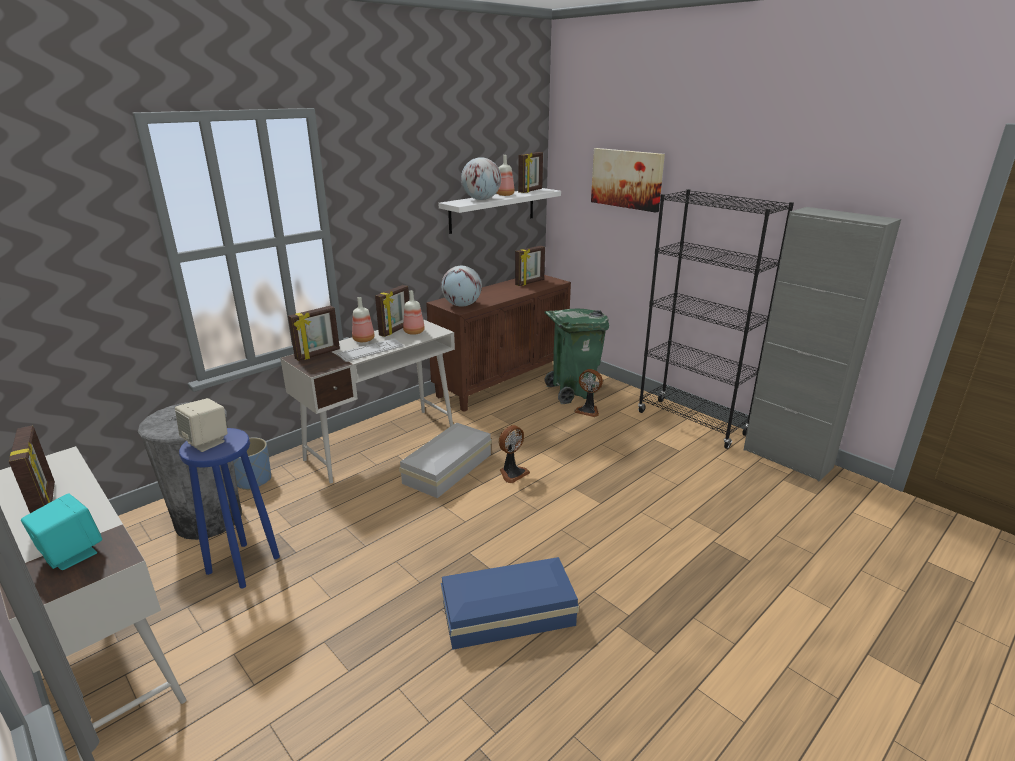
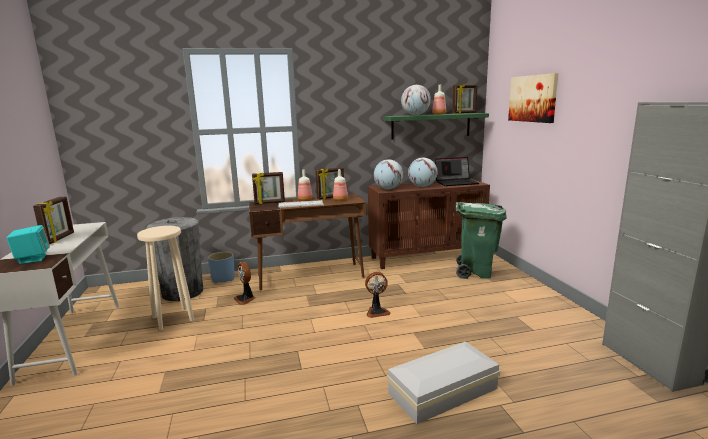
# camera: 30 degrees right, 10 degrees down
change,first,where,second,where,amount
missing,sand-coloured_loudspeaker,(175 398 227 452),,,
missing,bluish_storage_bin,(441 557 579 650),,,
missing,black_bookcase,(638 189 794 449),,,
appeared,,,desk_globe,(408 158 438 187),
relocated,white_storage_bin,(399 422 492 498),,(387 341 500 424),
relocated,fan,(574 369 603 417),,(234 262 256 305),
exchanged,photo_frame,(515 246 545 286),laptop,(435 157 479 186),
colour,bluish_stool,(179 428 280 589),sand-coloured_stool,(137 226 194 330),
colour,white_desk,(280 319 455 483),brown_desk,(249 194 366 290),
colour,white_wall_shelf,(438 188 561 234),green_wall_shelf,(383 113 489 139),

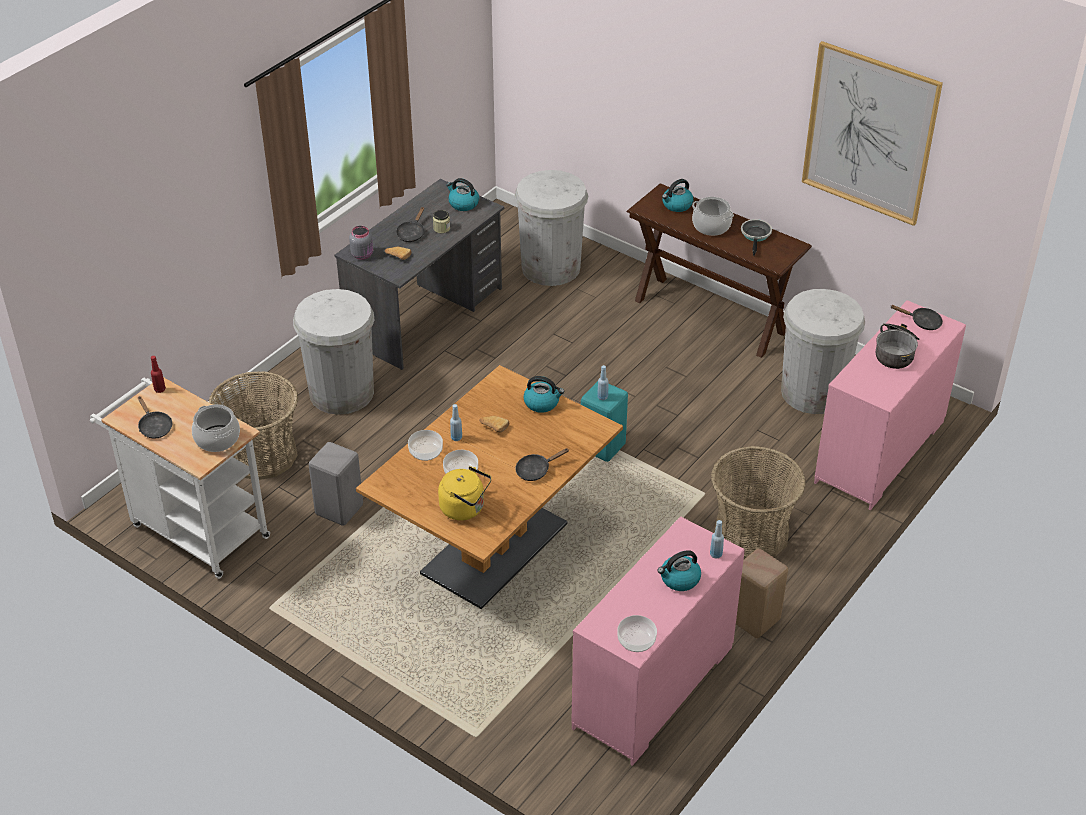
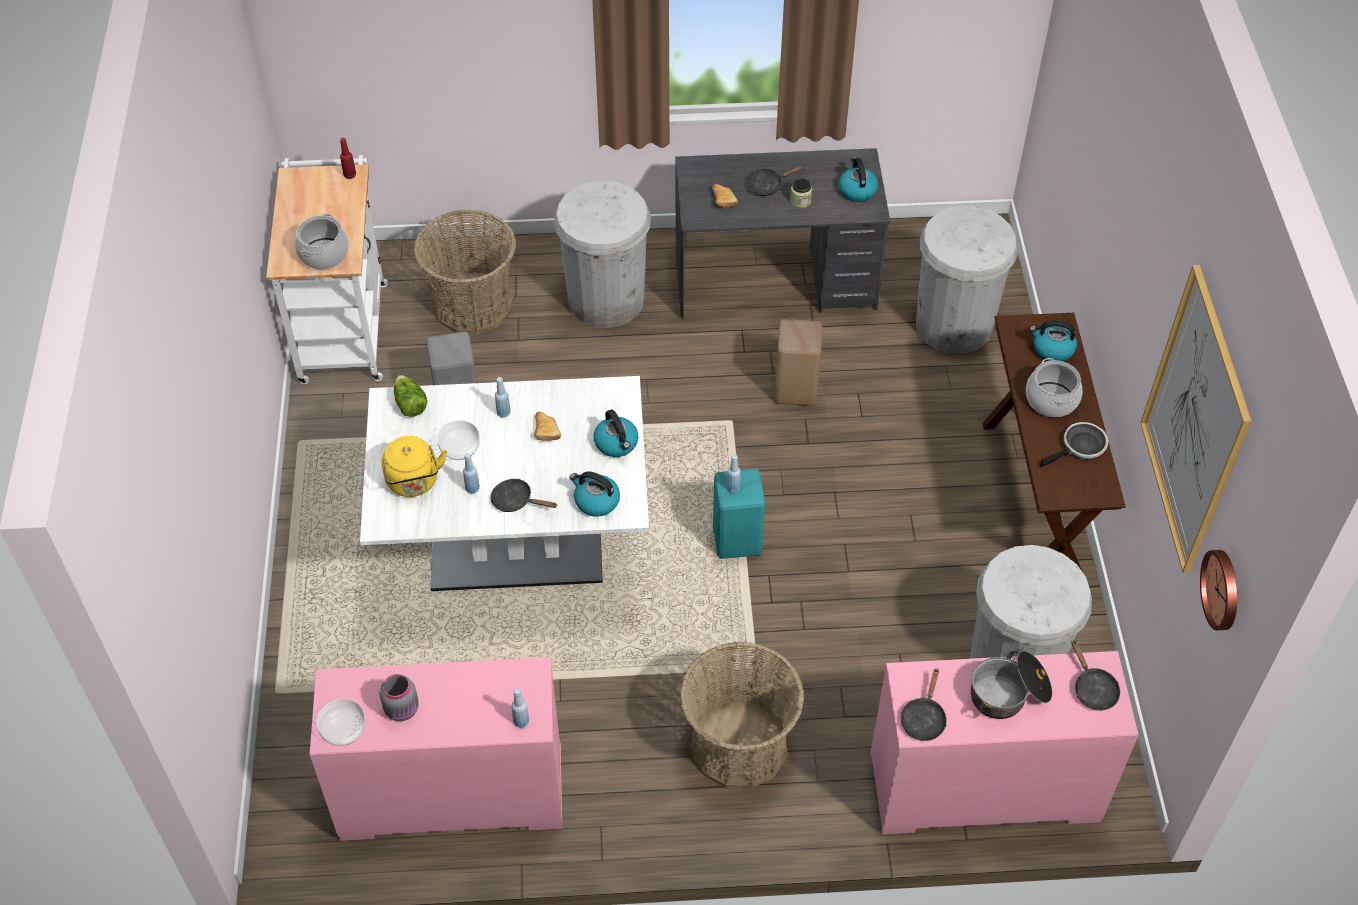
# camera: 50 degrees right, 10 degrees up
change,first,where,second,where,amount
missing,bowl,(408 430 443 461),,,
appeared,,,head_of_lettuce,(394 375 427 417),
appeared,,,bluish_beverage_bottle,(463 453 480 494),
appeared,,,wall_clock,(1200 550 1237 630),
relocated,black_pan,(138 396 172 439),,(901 668 947 741),
relocated,greyish_preserve_jar,(349 226 373 260),,(379 674 419 721),
relocated,tea_kettle,(657 550 701 591),,(569 471 620 517),
relocated,sand-coloured_stool,(736 548 788 638),,(774 319 822 406),
colour,brown_kitchen_table,(356 365 623 609),white_kitchen_table,(360 376 649 591),

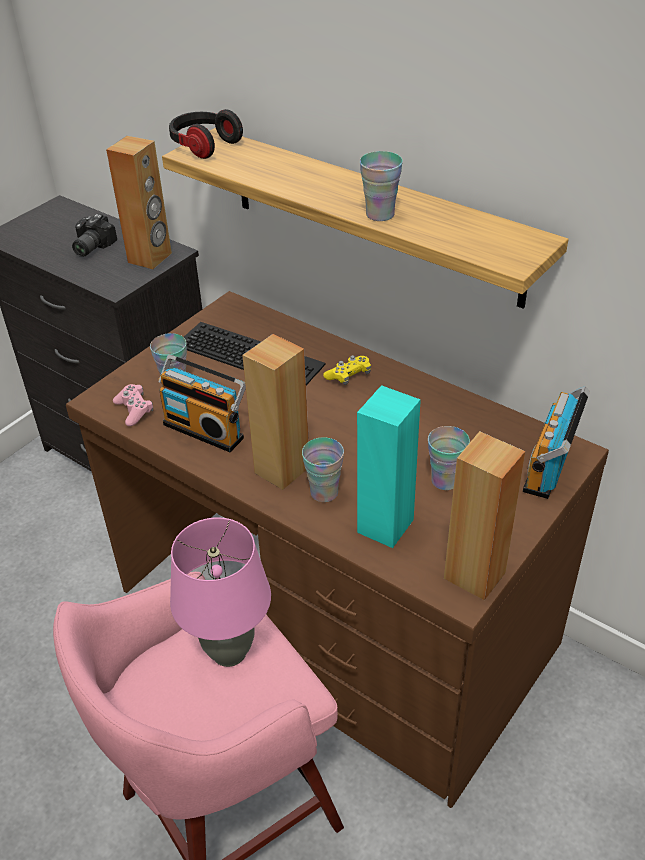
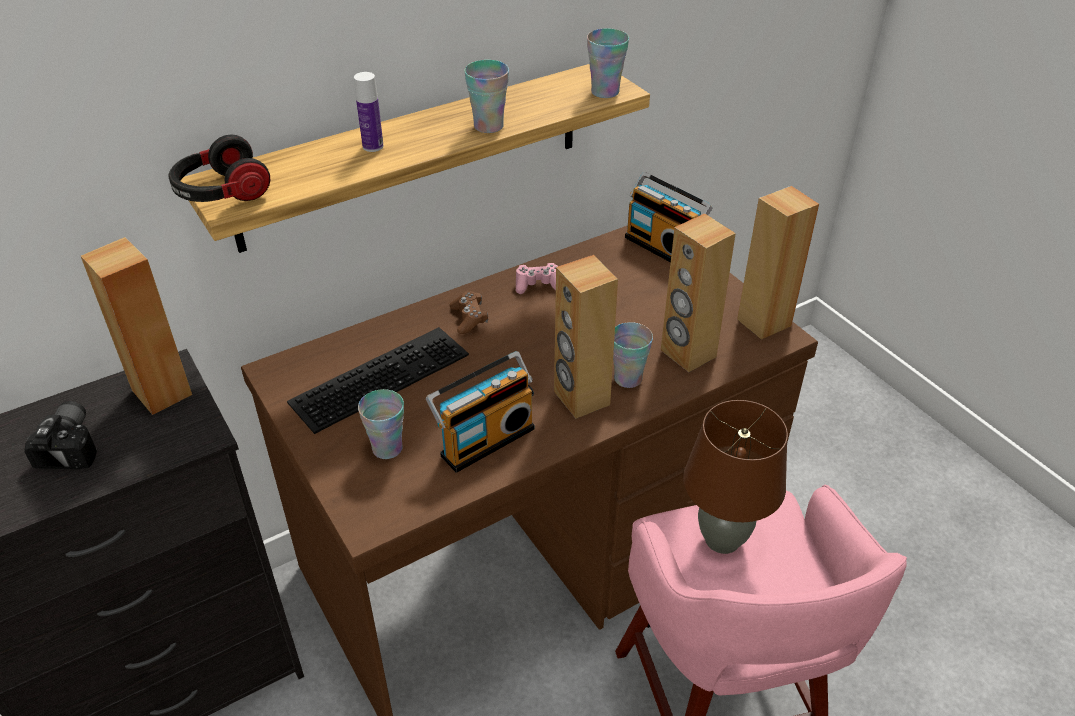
# camera: 70 degrees left, 0 degrees up
change,first,where,second,where,amount
appeared,,,beverage_bottle,(354 72 384 152),
relocated,pink-coloured_joypad,(113 384 153 426),,(516 263 558 294),
relocated,small_cup,(428 426 470 490),,(587 28 629 98),
colour,pink-coloured_table_lamp,(170 517 271 667),brown_table_lamp,(683 400 788 554),
colour,yellowish_joypad,(323 355 371 385),brown_joypad,(450 291 488 334),
colour,blue-green_loudspeaker,(357 385 421 548),brown_loudspeaker,(661 213 736 372),
spun,still_camera,(72 214 117 257),,(24 401 97 469),135 degrees counterclockwise

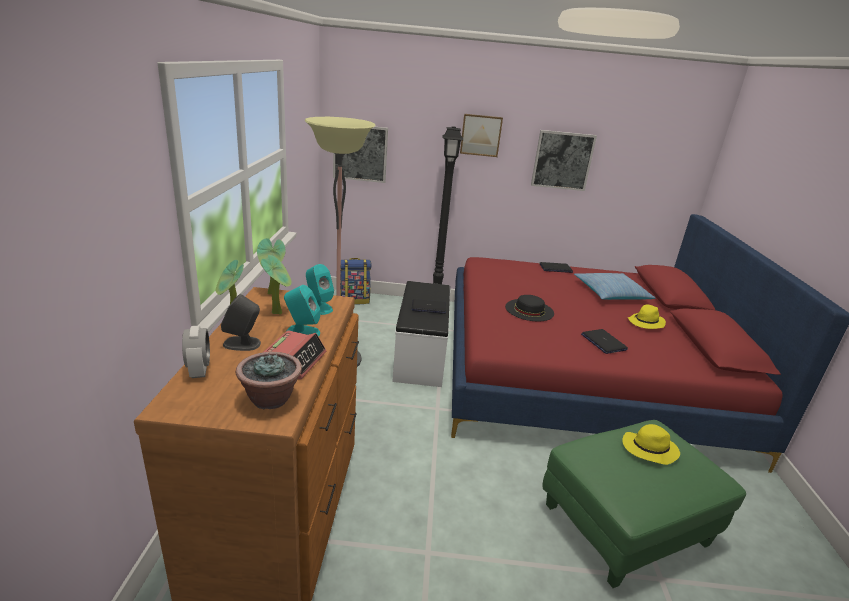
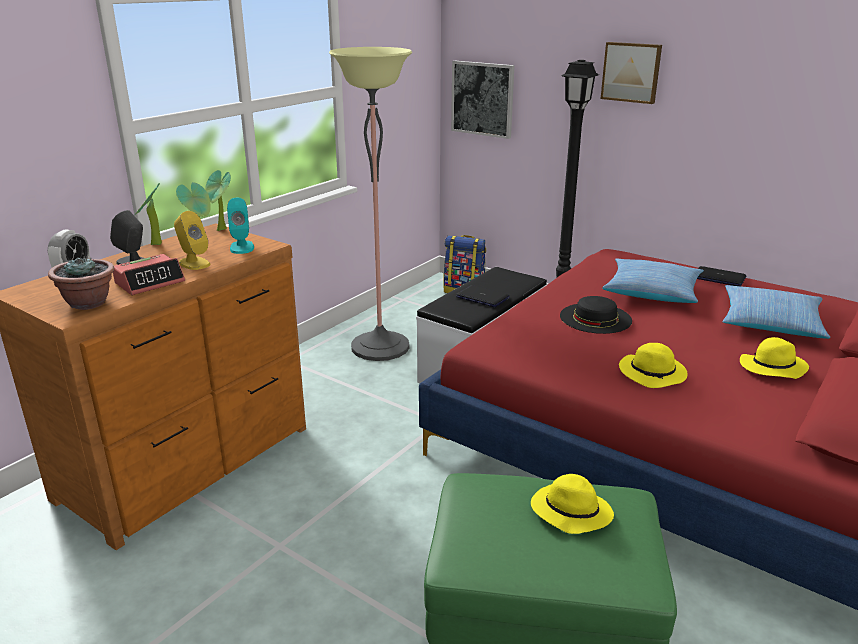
# camera: 35 degrees right, 0 degrees up
change,first,where,second,where,amount
missing,wall_picture,(531 130 597 191),,,
appeared,,,pillow,(602 258 704 303),
exchanged,laptop,(581 329 628 354),yellowish_wearable_hat,(619 343 688 388),
colour,blue-green_loudspeaker,(284 285 320 336),yellowish_loudspeaker,(174 211 210 270),

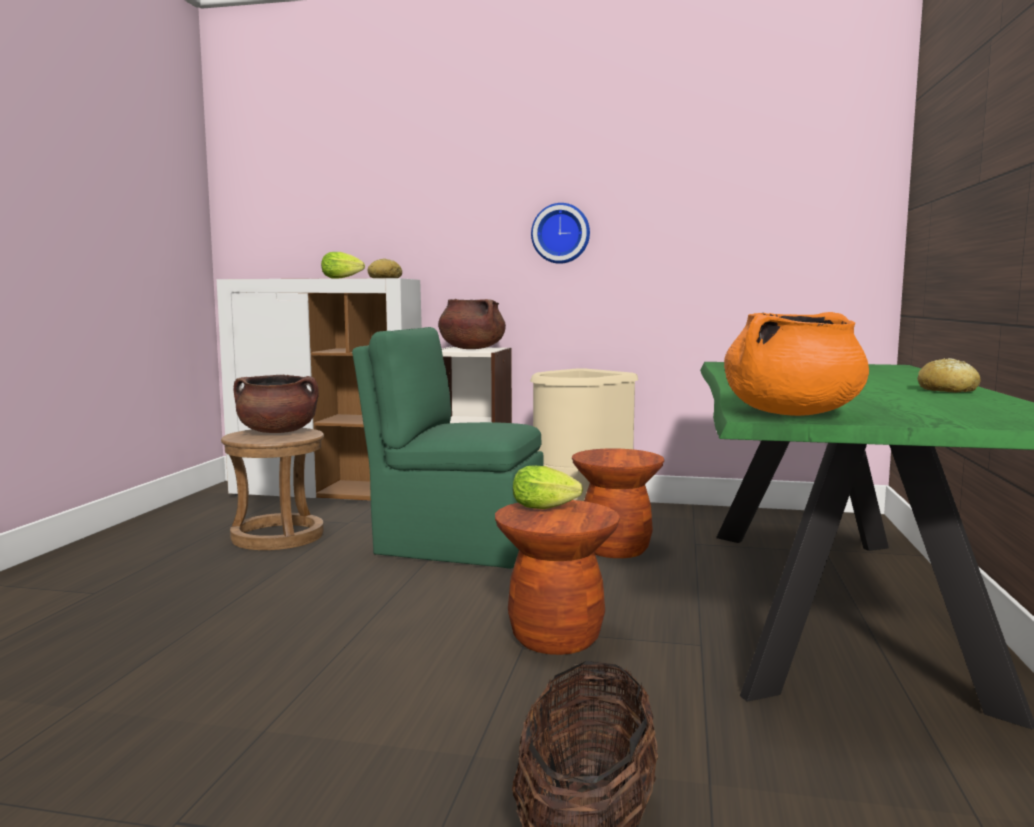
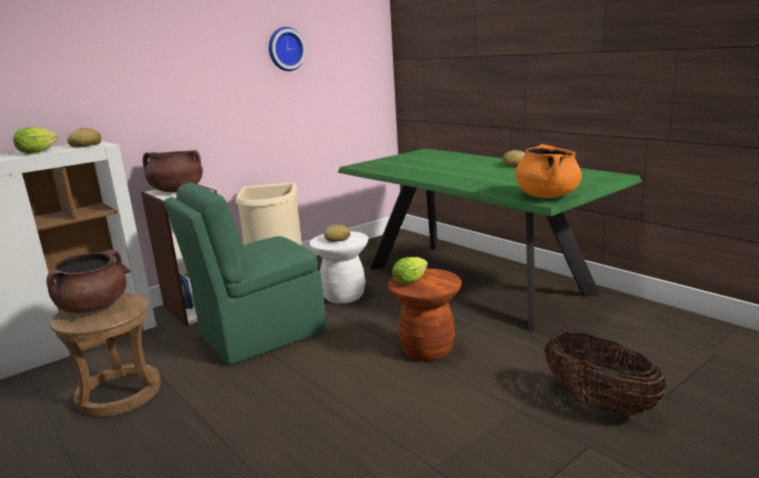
# camera: 50 degrees left, 10 degrees up
change,first,where,second,where,amount
appeared,,,bread,(324 225 351 242),
relocated,wall_clock,(531 203 590 264),,(269 27 306 71),
colour,brown_stool,(572 449 664 558),white_stool,(310 231 368 304),

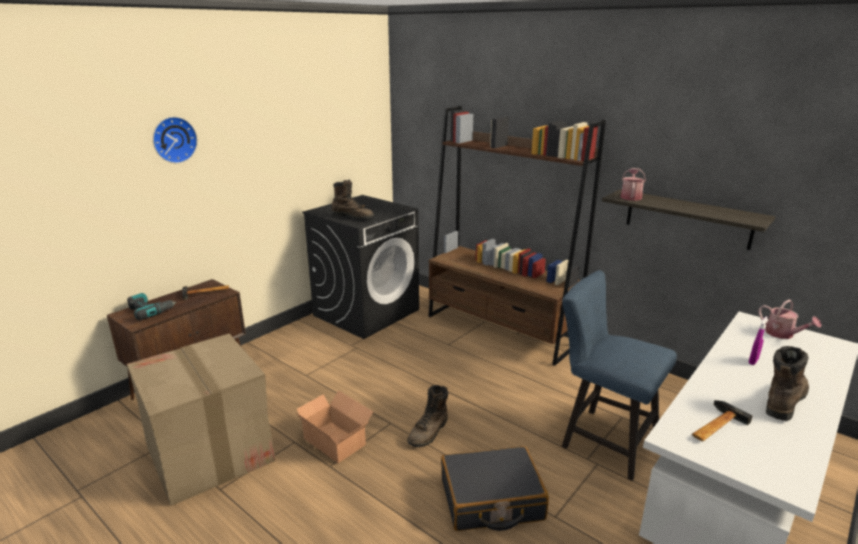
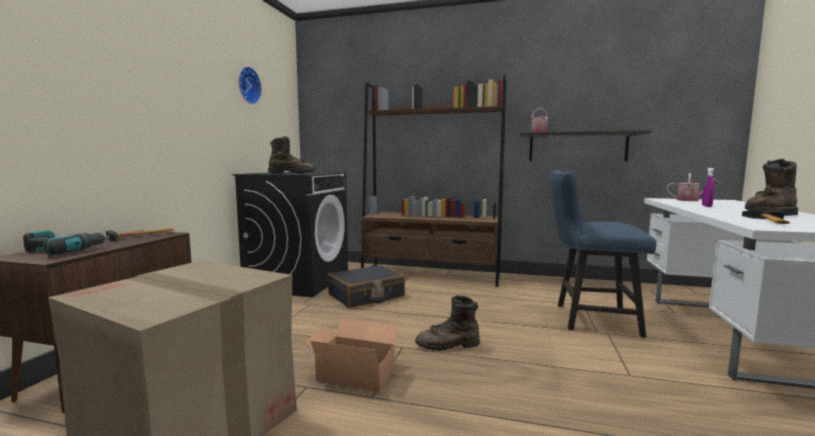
# camera: 25 degrees left, 15 degrees down
change,first,where,second,where,amount
relocated,wall_clock,(153 117 198 163),,(238 66 262 104),
relocated,black_piece_of_luggage,(441 446 549 531),,(328 265 405 308),
spun,brown_boot,(407 385 448 447),,(415 295 480 351),75 degrees clockwise

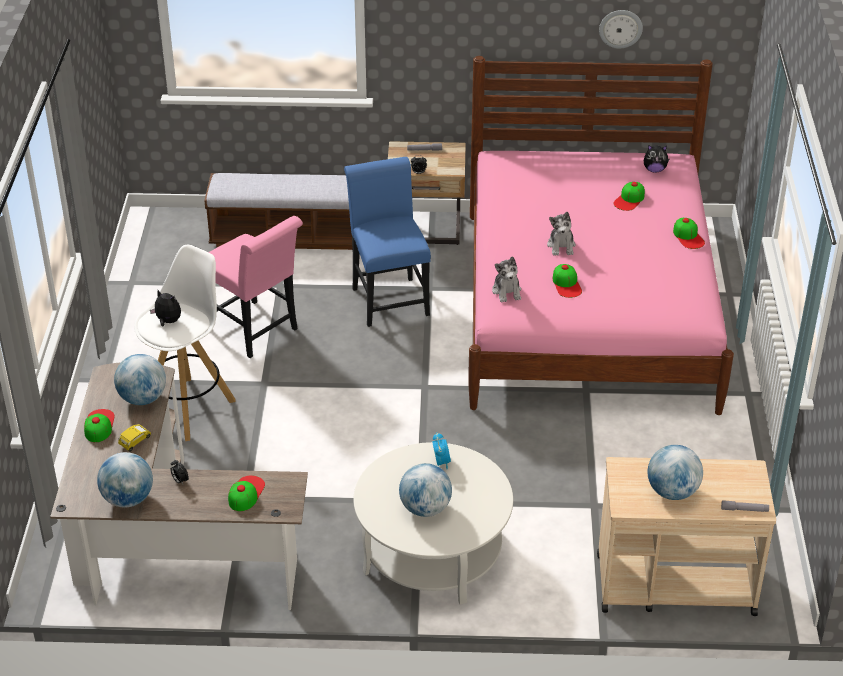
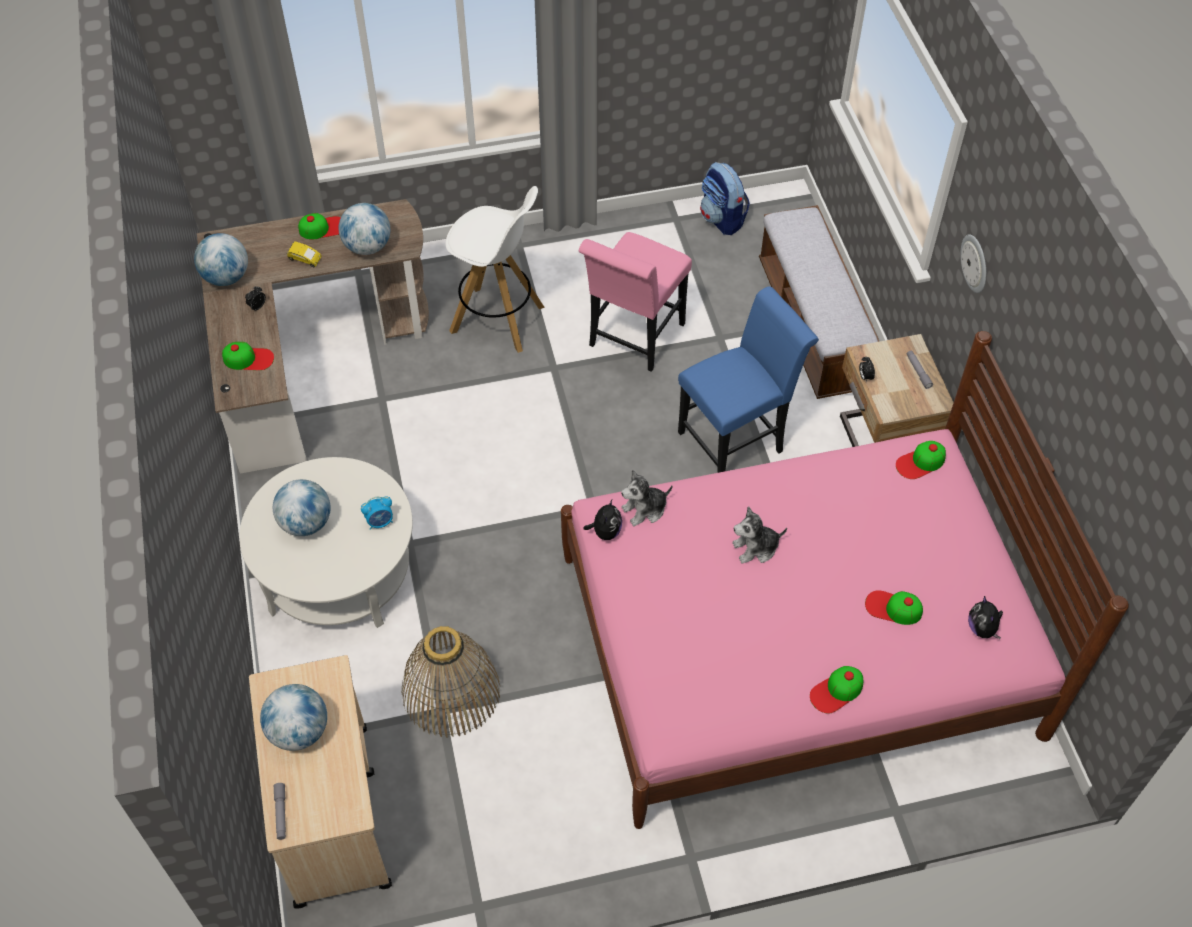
# camera: 75 degrees right, 15 degrees up
change,first,where,second,where,amount
appeared,,,household_basket,(402 626 500 738),
appeared,,,rucksack,(700 162 750 235),
relocated,soft_toy,(150 290 181 327),,(583 500 622 540),
relocated,peaked_cap,(553 264 582 298),,(896 441 946 479),
relocated,wall_clock,(599 10 643 48),,(960 234 986 293),

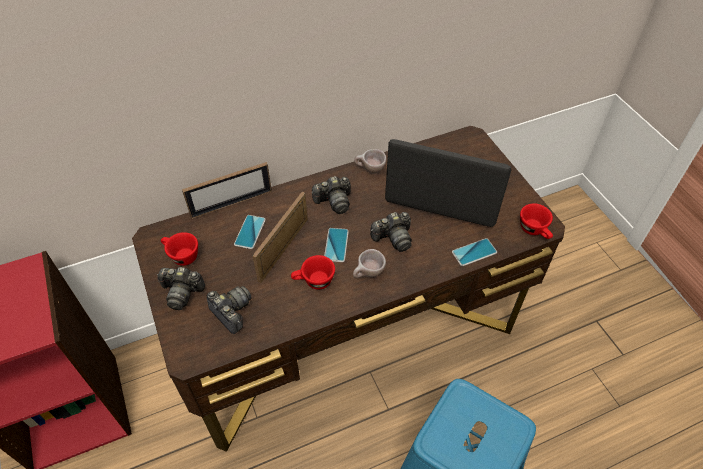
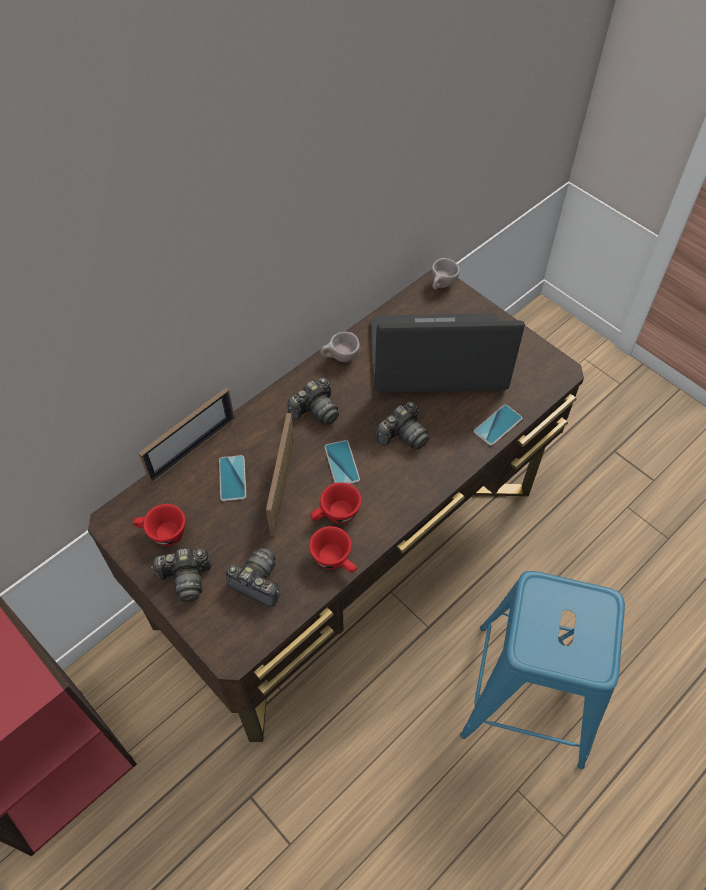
# camera: 20 degrees left, 5 degrees up
change,first,where,second,where,amount
relocated,sand-coloured_small_cup,(353 249 386 278),,(431 258 460 290),
relocated,red_small_cup,(520 203 553 239),,(309 526 357 572),

